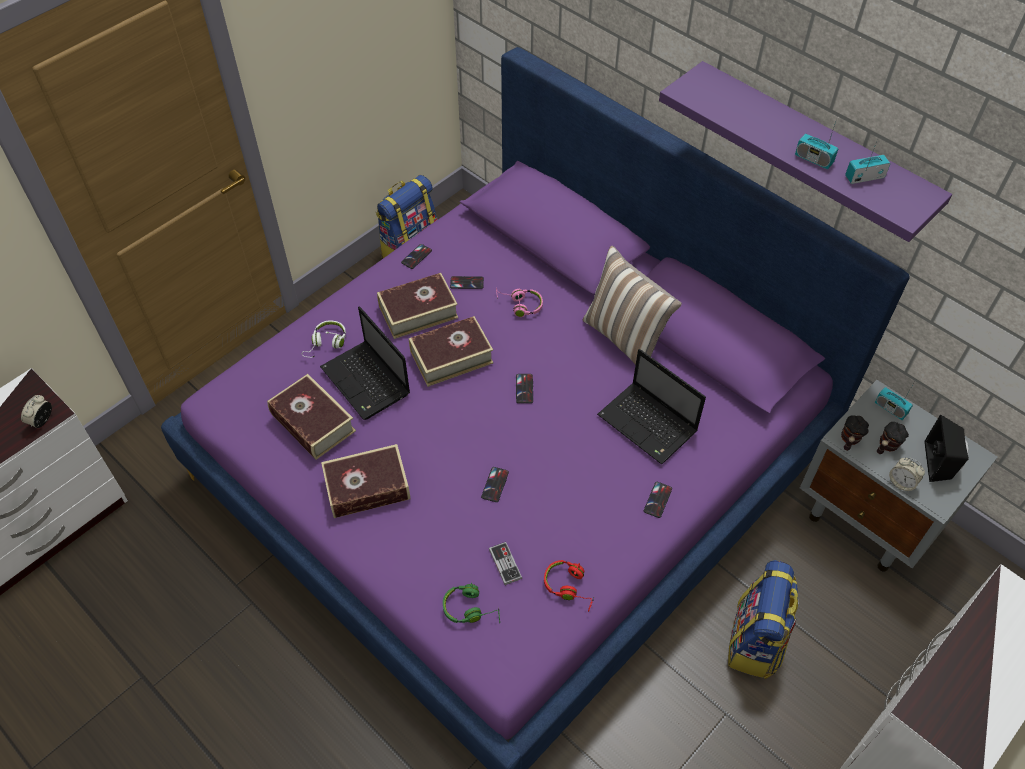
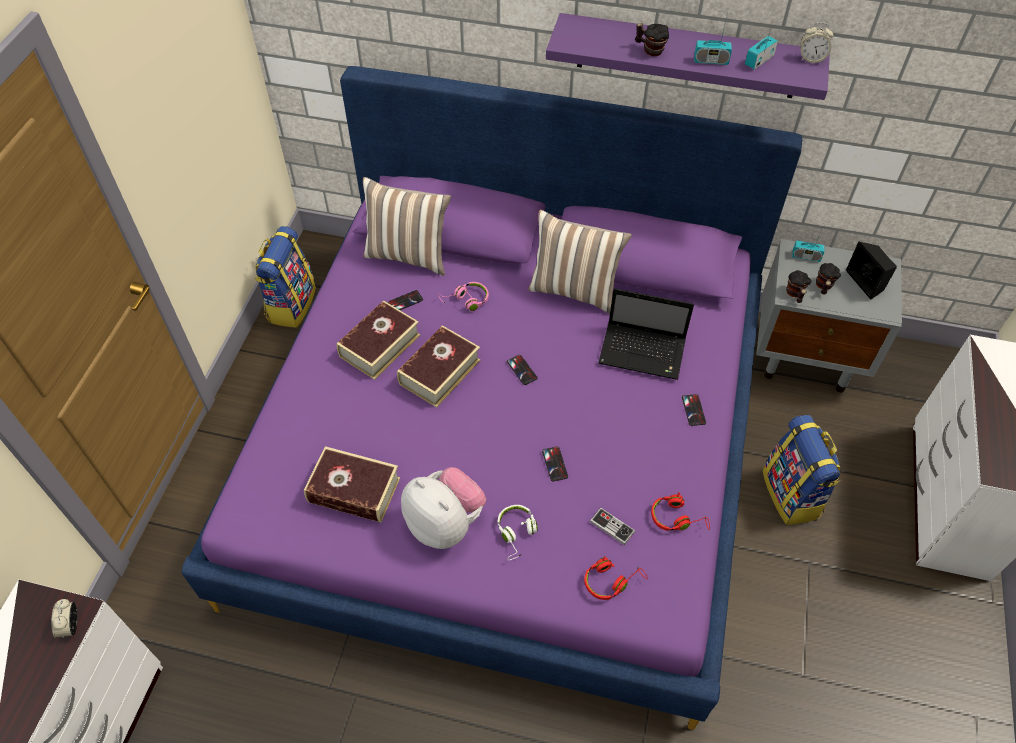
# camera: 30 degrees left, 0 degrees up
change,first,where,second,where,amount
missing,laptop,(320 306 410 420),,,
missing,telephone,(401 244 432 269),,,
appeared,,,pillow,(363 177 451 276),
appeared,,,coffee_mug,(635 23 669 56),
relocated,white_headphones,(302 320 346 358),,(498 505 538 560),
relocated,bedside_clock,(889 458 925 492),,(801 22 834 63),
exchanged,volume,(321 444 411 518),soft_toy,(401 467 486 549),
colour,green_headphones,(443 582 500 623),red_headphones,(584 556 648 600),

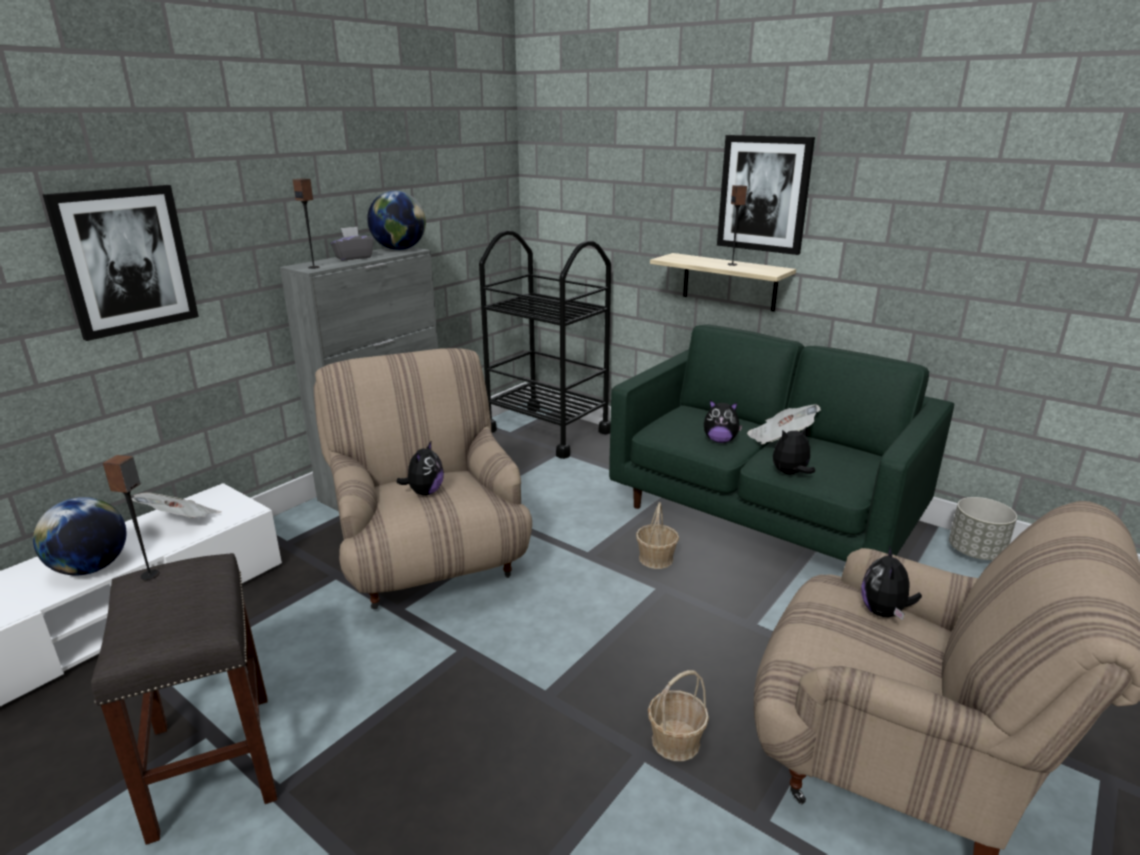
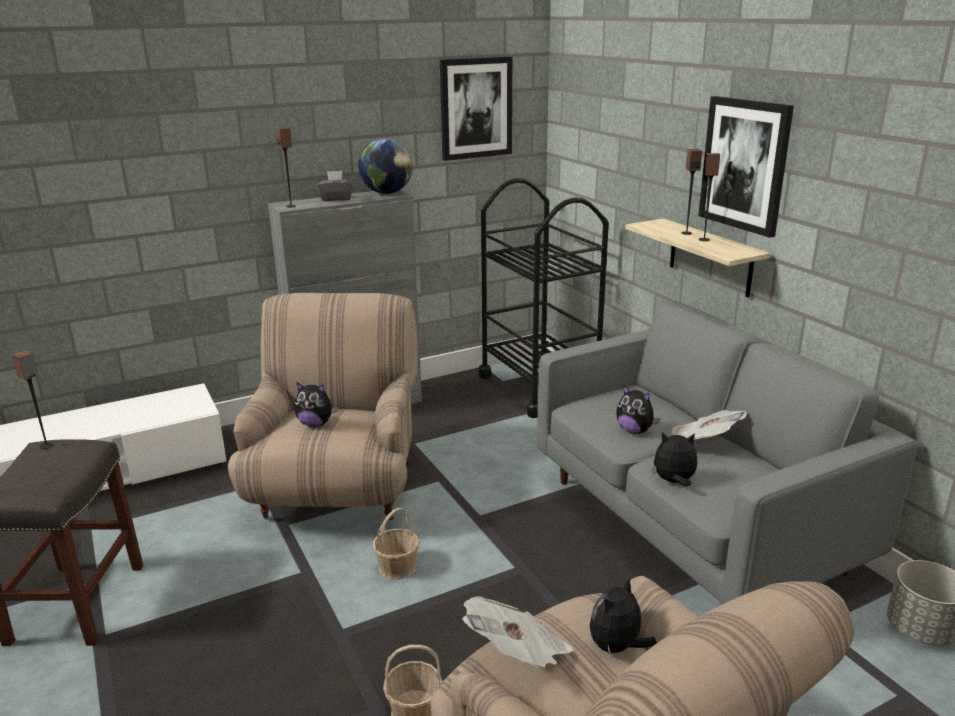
# camera: 25 degrees right, 0 degrees up
change,first,where,second,where,amount
missing,desk_globe,(33 497 126 575),,,
appeared,,,loudspeaker,(681 149 702 235),
relocated,wall_picture,(43 185 199 341),,(440 57 512 161),
relocated,daily_paper,(132 492 222 518),,(462 596 573 668),
relocated,household_basket,(636 502 679 569),,(372 507 420 580),
colour,green_settee,(609 324 954 562),greyish_settee,(537 301 918 604),
spun,soft_toy,(396 440 444 495),,(294 382 338 427),60 degrees clockwise

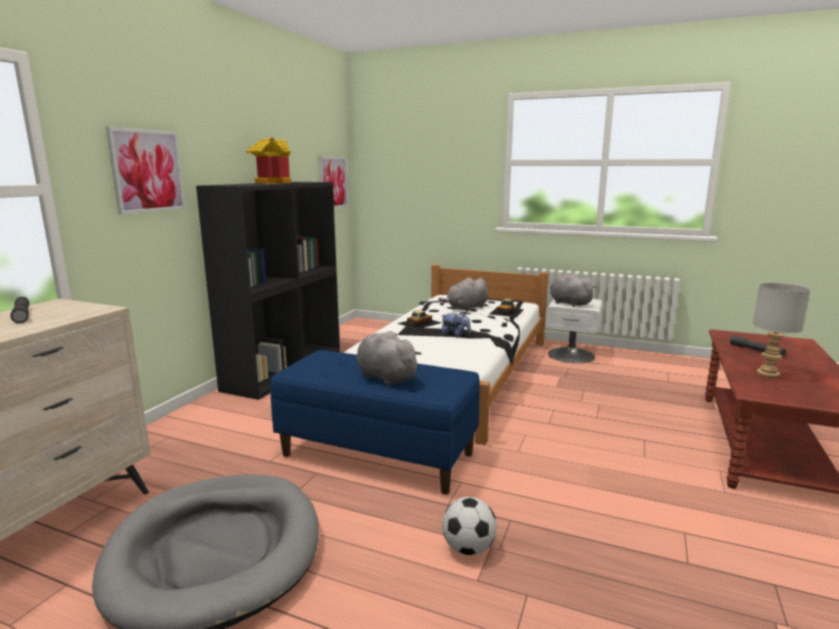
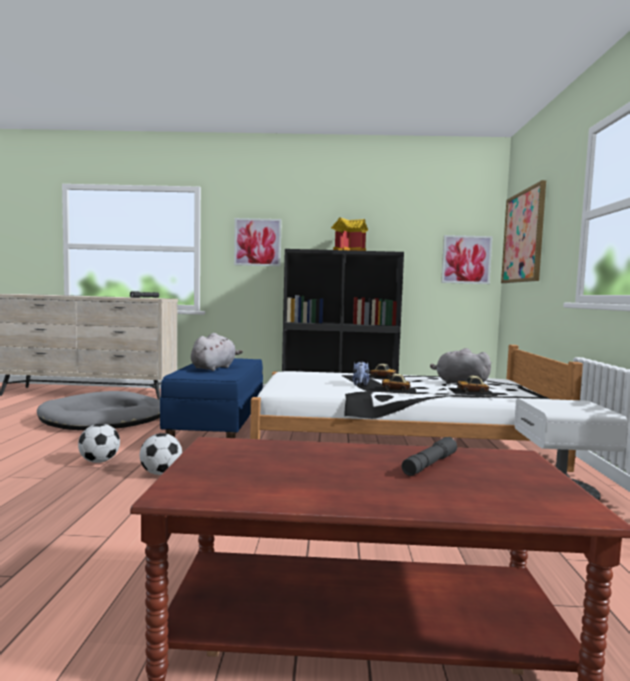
# camera: 70 degrees right, 10 degrees down
change,first,where,second,where,amount
missing,greyish_soft_toy,(550 273 597 307),,,
missing,greyish_table_lamp,(753 282 811 378),,,
appeared,,,football_ball,(140 433 182 475),
appeared,,,model_car,(374 374 417 394),
appeared,,,wall_picture,(501 180 546 283),

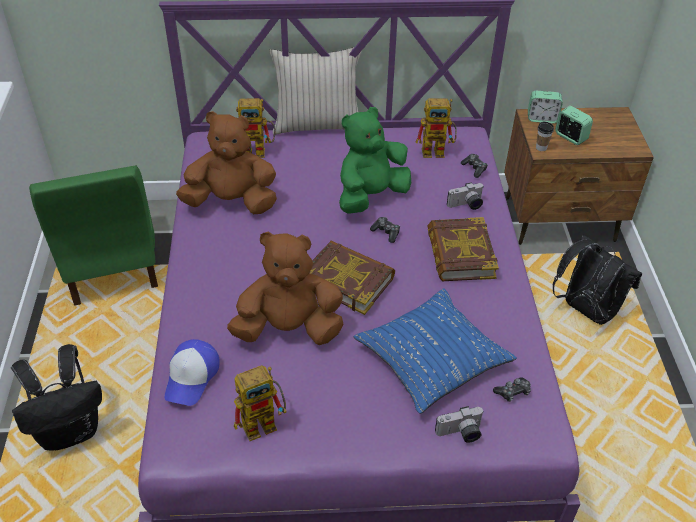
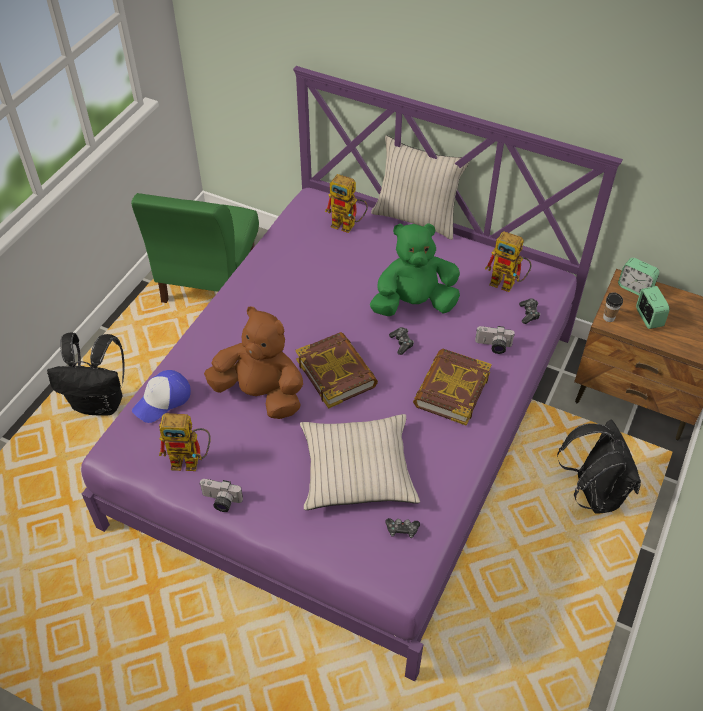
# camera: 30 degrees right, 5 degrees up
change,first,where,second,where,amount
missing,brown_soft_toy,(176 111 277 214),,,
relocated,still_camera,(435 406 484 443),,(199 479 243 512),
colour,bluish_pillow,(354 288 517 414),sand-coloured_pillow,(300 414 420 510),

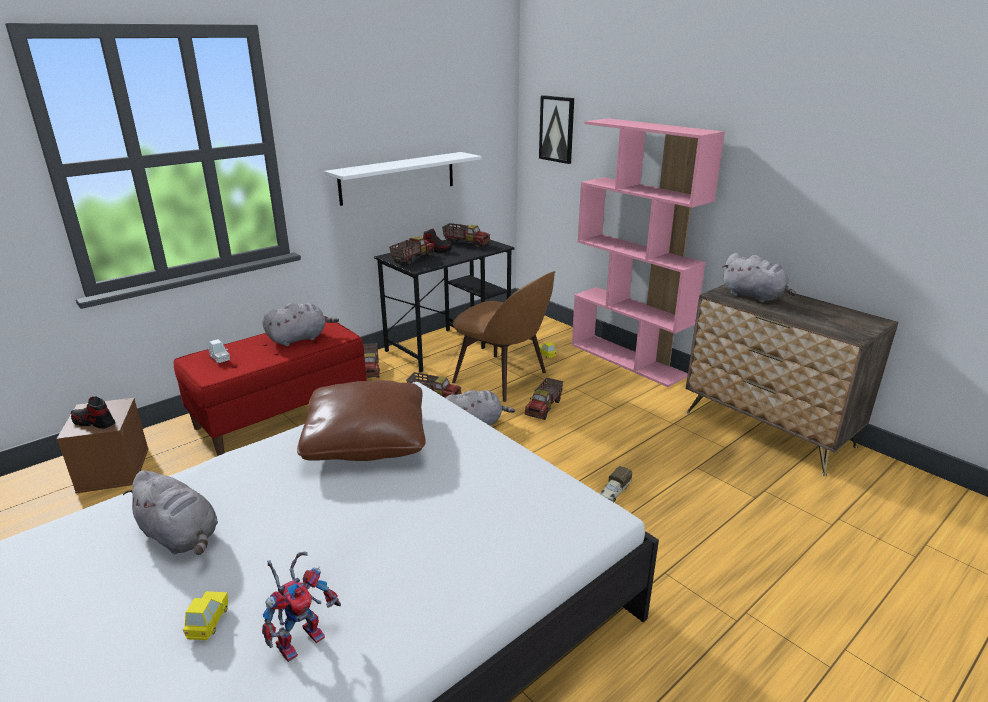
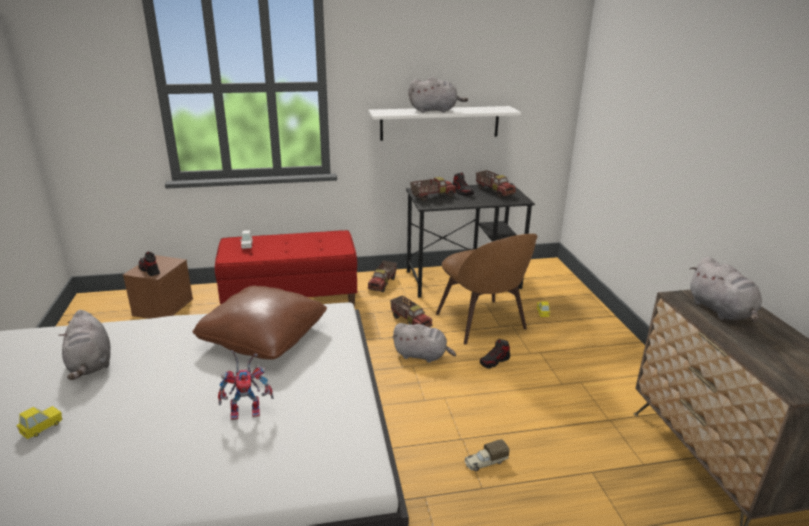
# camera: 30 degrees right, 0 degrees up
change,first,where,second,where,amount
missing,wall_picture,(539 95 574 164),,,
missing,pink-coloured_bookcase,(572 118 725 387),,,
relocated,robot_figure,(262 551 341 662),,(218 350 274 420),
relocated,greyish_soft_toy,(263 303 339 346),,(408 77 468 113),
exchanged,model_truck,(525 378 563 420),shoe,(480 339 510 368),

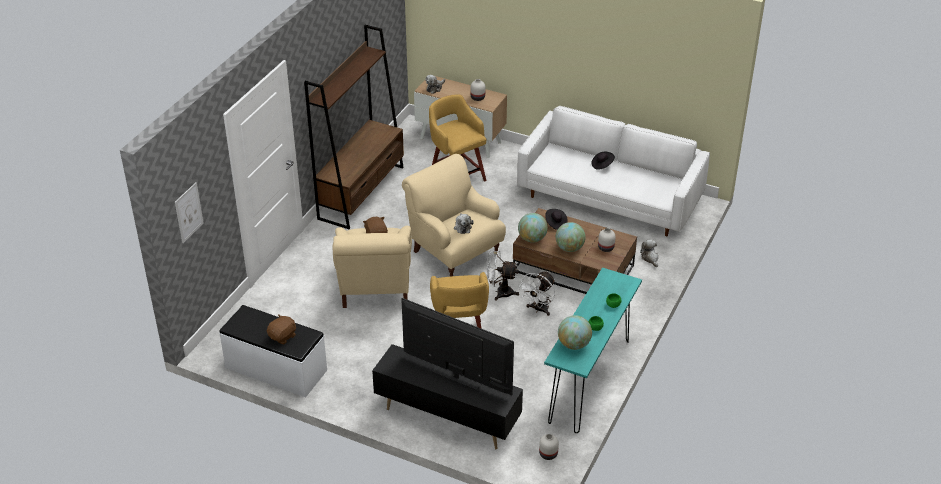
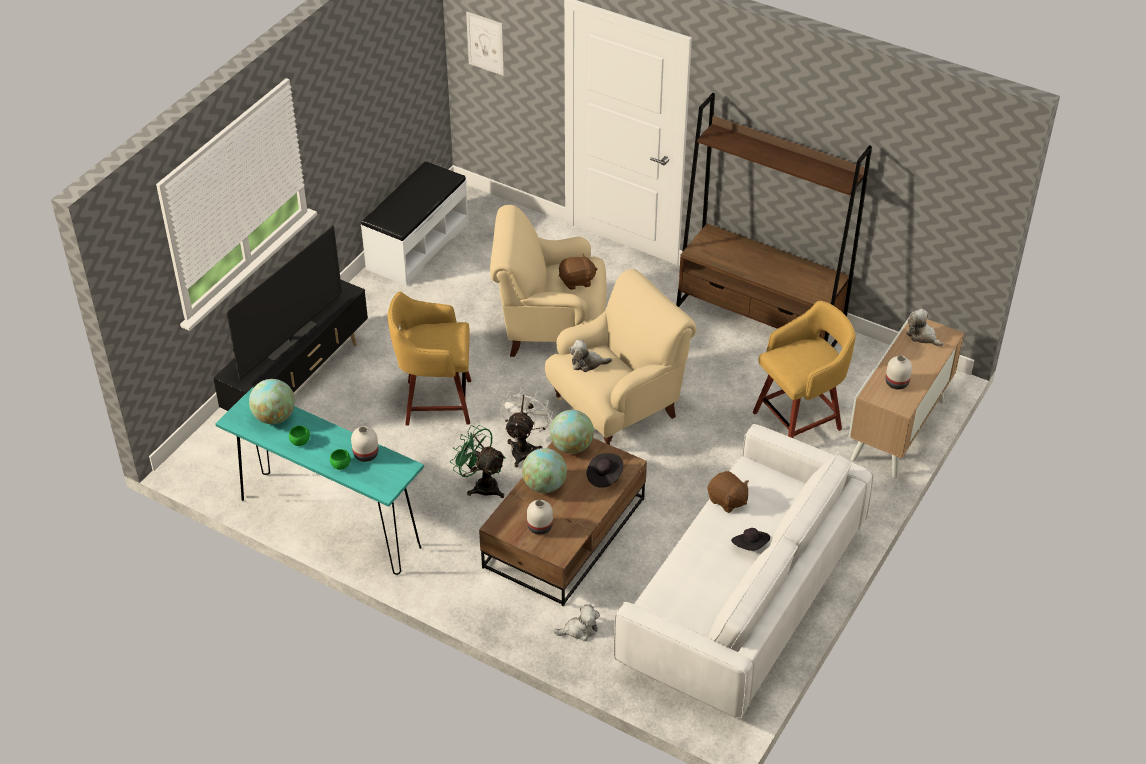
# camera: 95 degrees right, 5 degrees up
change,first,where,second,where,amount
relocated,brown_soft_toy,(267 314 296 344),,(707 471 749 513),
relocated,white_decorative_vase,(539 434 559 460),,(351 426 378 462),
colour,white_fan,(518 271 555 316),green_fan,(450 425 506 498),

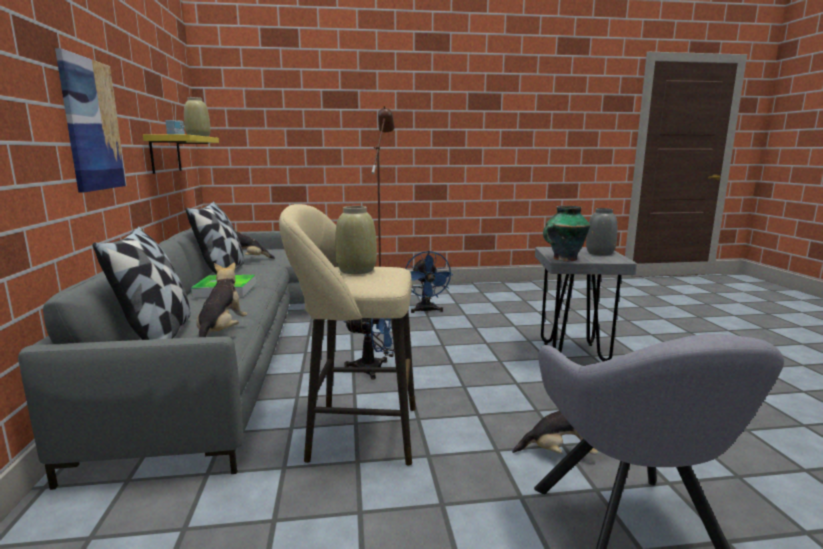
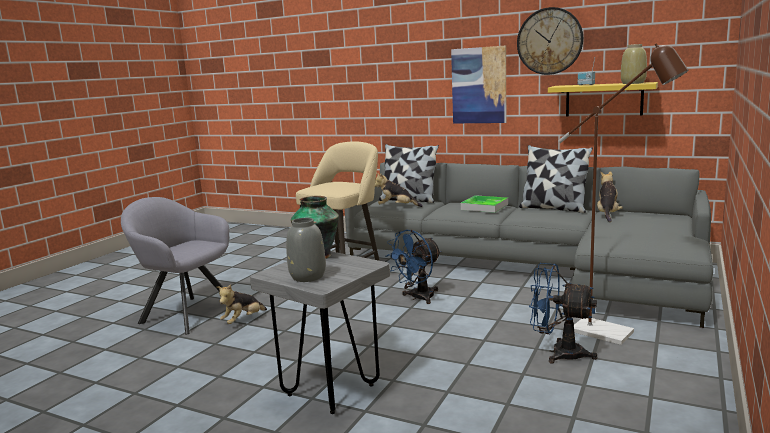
# camera: 125 degrees right, 0 degrees up
change,first,where,second,where,amount
missing,sand-coloured_decorative_vase,(335 206 377 274),,,
appeared,,,wall_clock,(517 7 583 75),
spun,soft_toy,(196 263 248 337),,(375 173 423 207),150 degrees clockwise

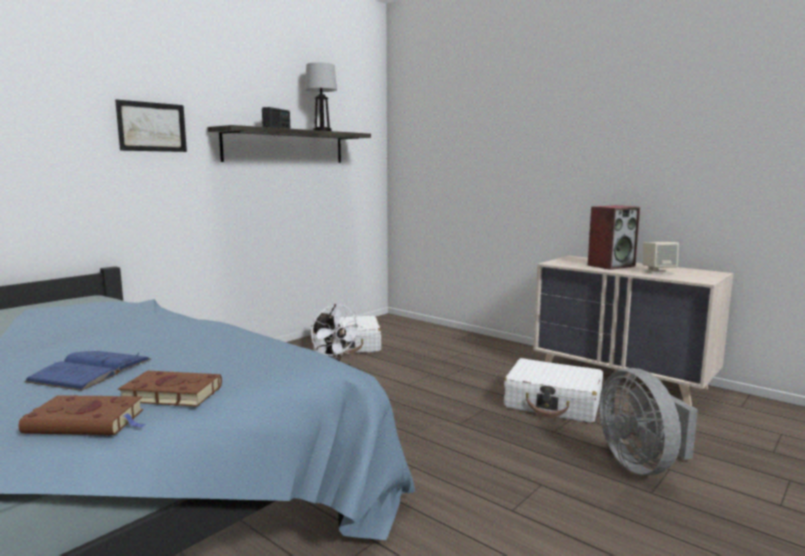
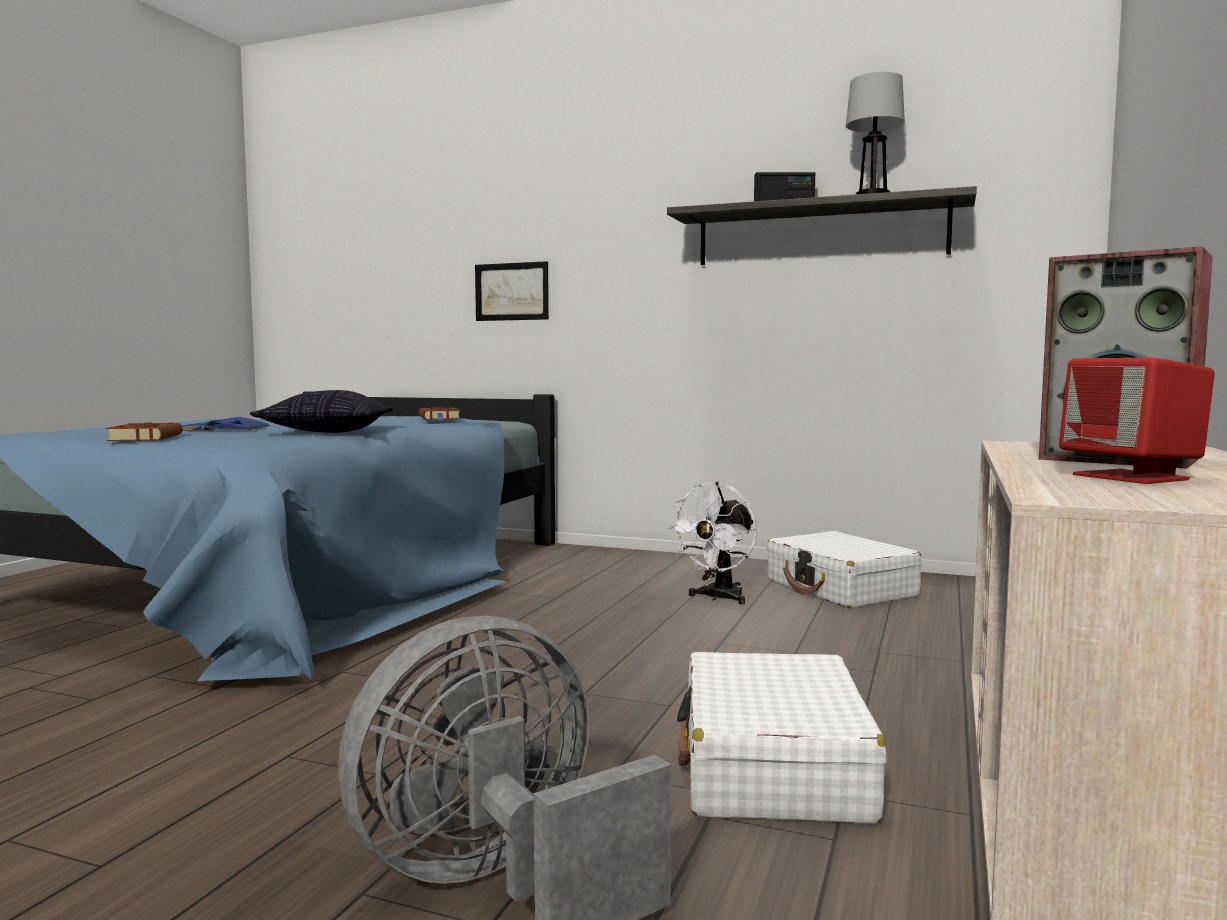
# camera: 70 degrees right, 5 degrees down
change,first,where,second,where,amount
appeared,,,pillow,(250 390 394 433),
relocated,brown_volume,(18 395 146 435),,(419 407 461 421),
relocated,wall_picture,(115 100 187 152),,(475 261 549 321),
colour,sand-coloured_loudspeaker,(643 242 679 274),red_loudspeaker,(1059 358 1215 484),

